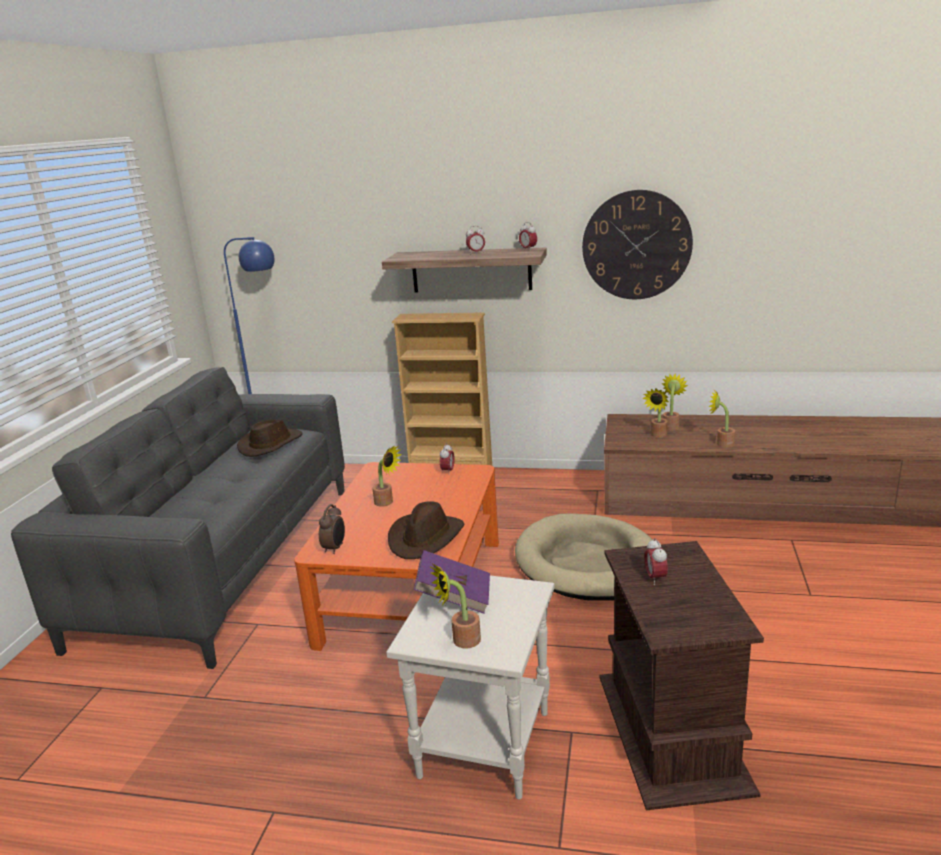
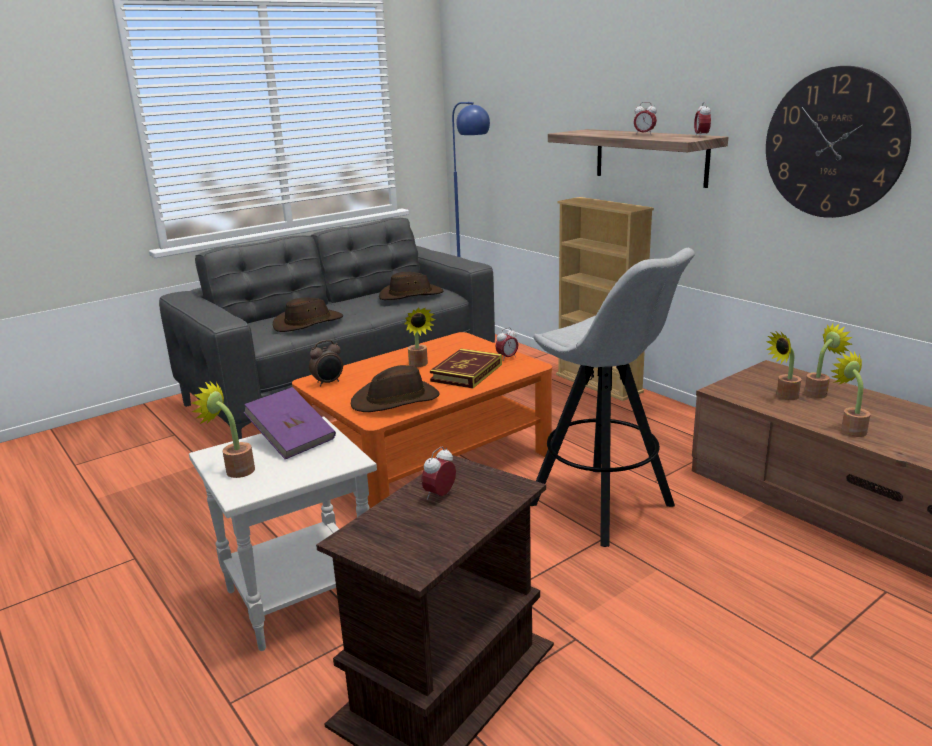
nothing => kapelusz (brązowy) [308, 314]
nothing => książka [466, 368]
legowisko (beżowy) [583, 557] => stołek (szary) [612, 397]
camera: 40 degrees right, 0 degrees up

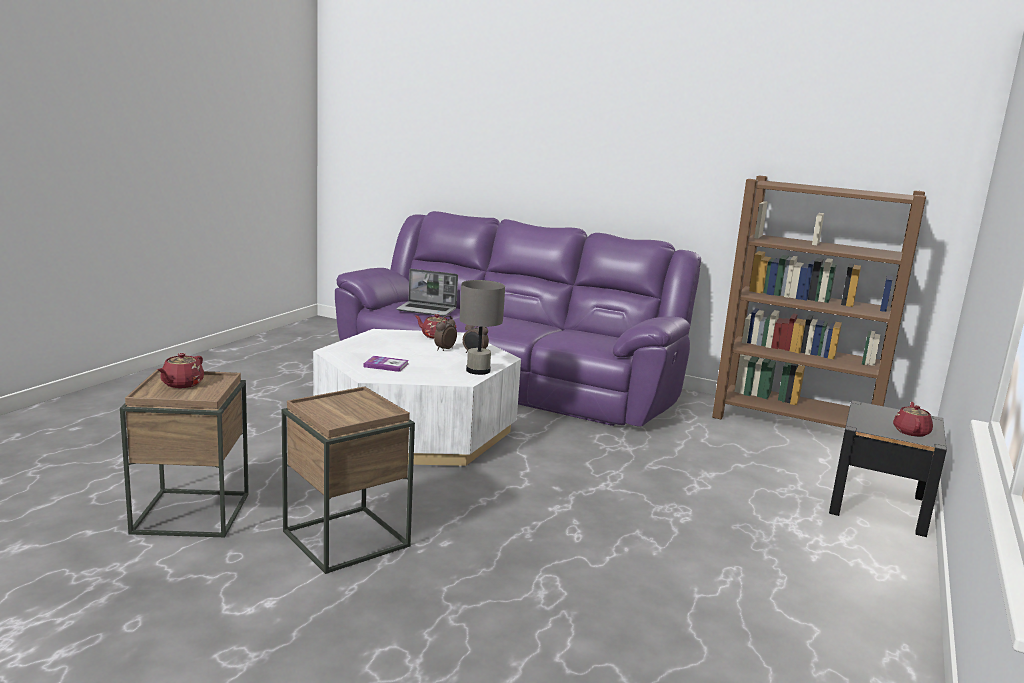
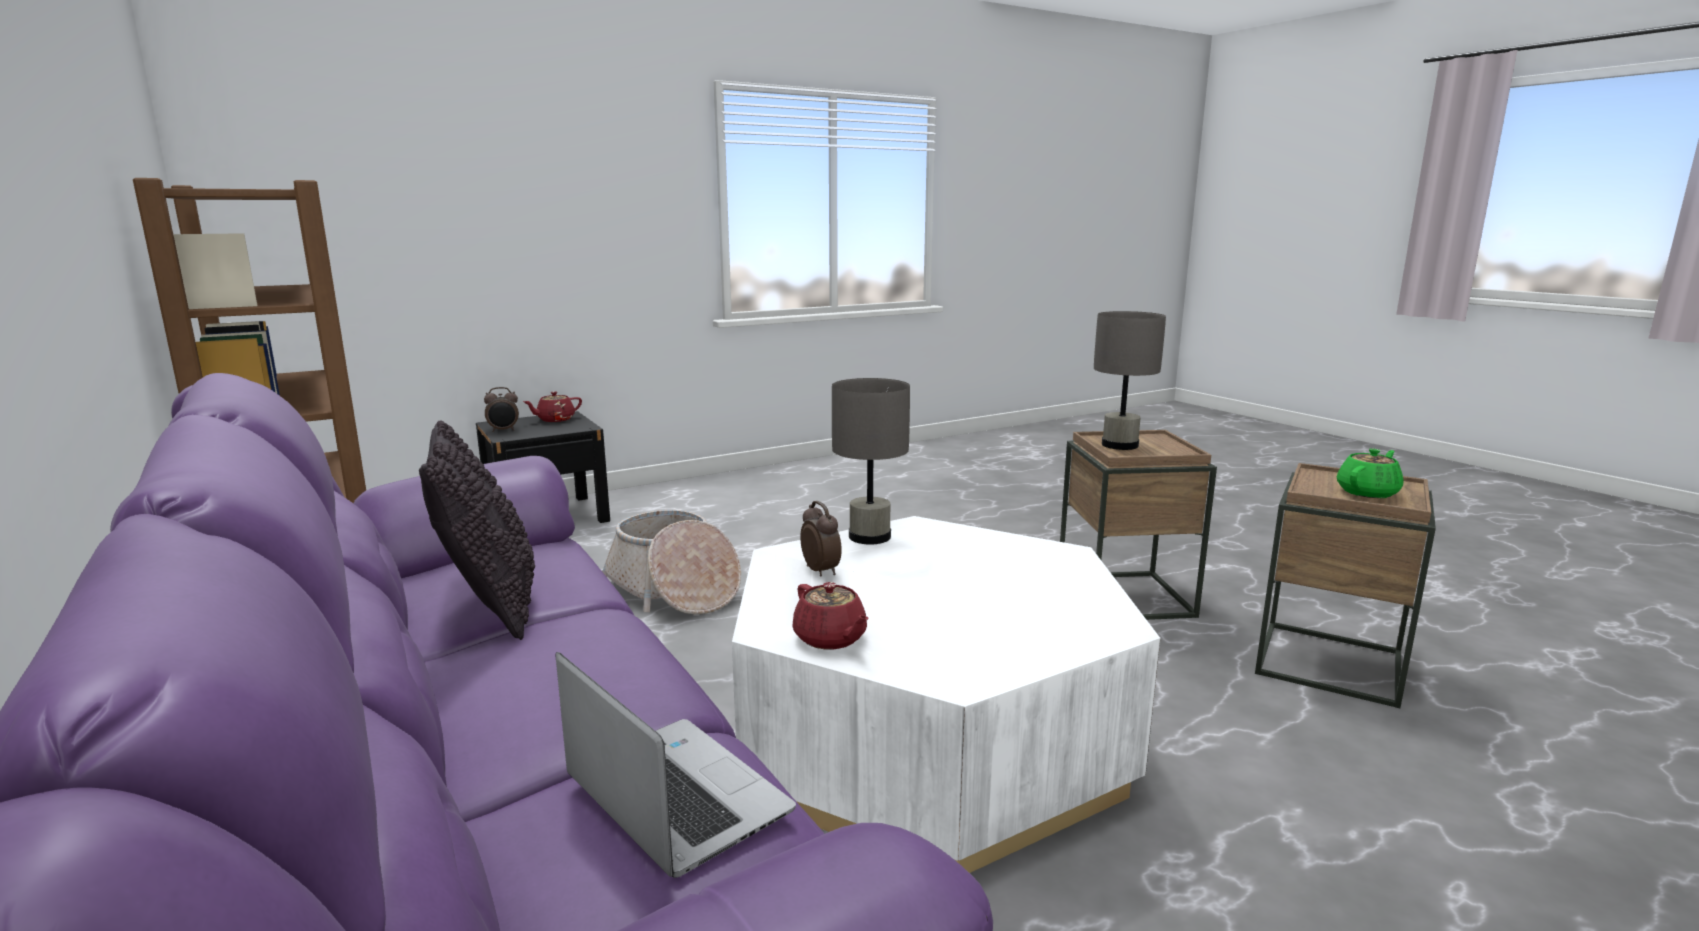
książka [386, 364] => nothing
nothing => poduszka (czarny) [477, 530]
nothing => koszyk [671, 562]
nothing => lampa stołowa (szary) [1130, 380]
budzik [445, 333] => budzik [501, 409], shifted
imbryk (czerwony) [180, 370] => imbryk (zielony) [1370, 473]
camera: 145 degrees left, 0 degrees up

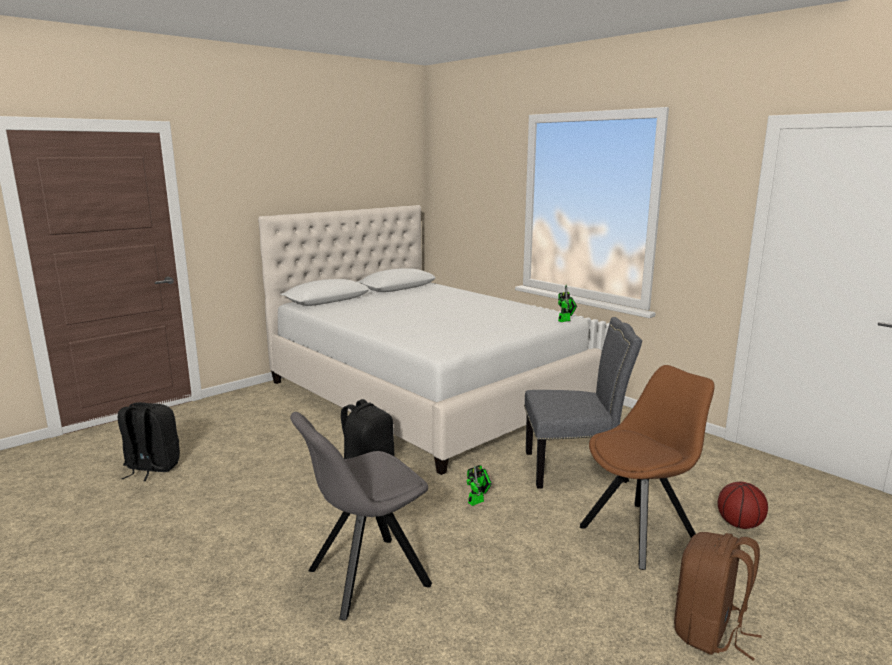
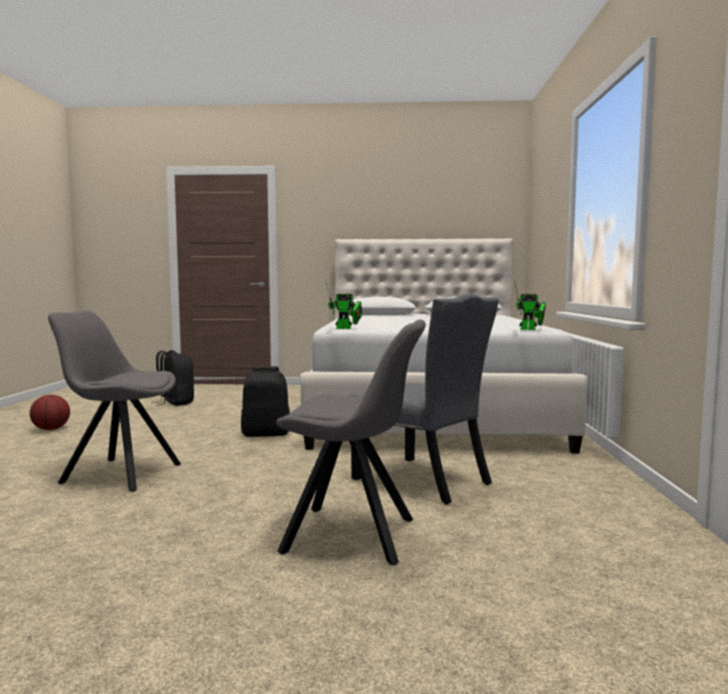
plecak (brązowy) [718, 596] => nothing
robot zabawkowy [479, 485] => robot zabawkowy [343, 304], shifted
piłka do koszykówki [743, 505] => piłka do koszykówki [50, 412], shifted
krzesło (brązowy) [647, 467] => krzesło (szary) [351, 442]
camera: 45 degrees right, 10 degrees down

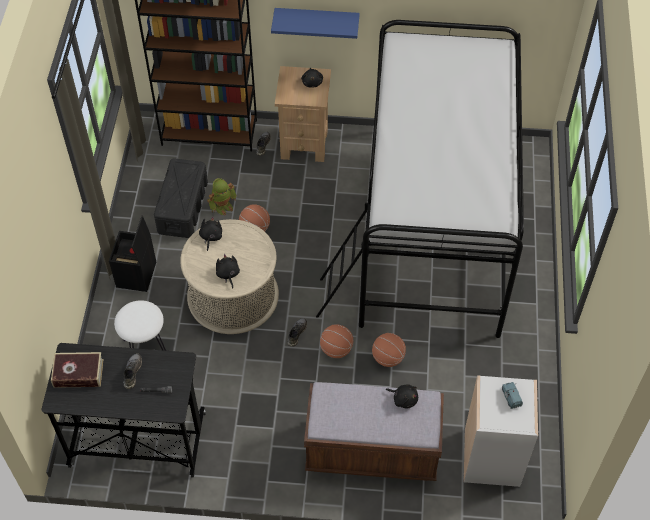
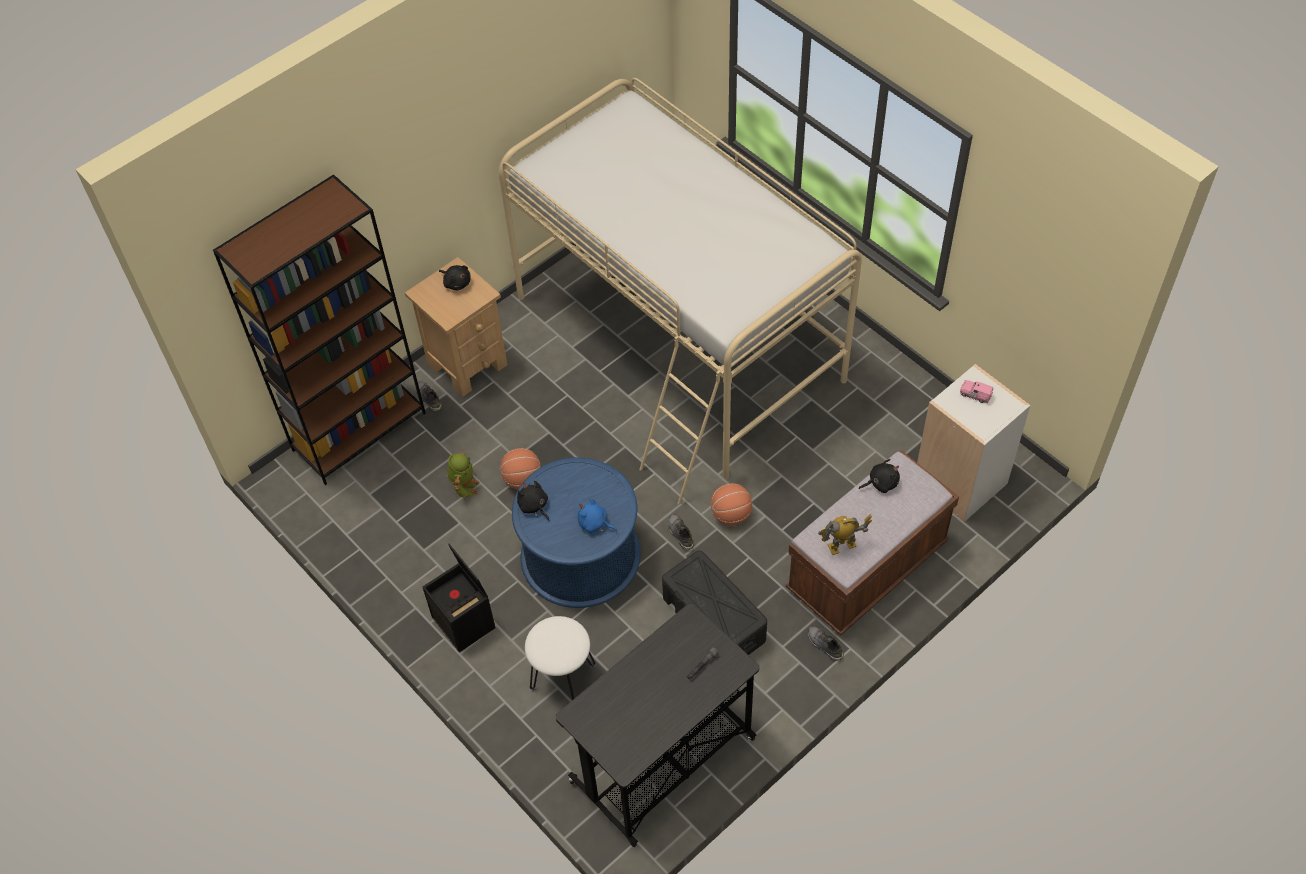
książka [77, 370] => nothing
półka (niebieski) [315, 23] => nothing
piłka do koszykówki [389, 350] => nothing
nothing => robot zabawkowy [845, 535]
but (szary) [132, 371] => but (szary) [826, 643], shifted
pojemnik do przechowywania (czarny) [181, 198] => pojemnik do przechowywania (czarny) [714, 602], shifted
ława (beżowy) [229, 276] => ława (niebieski) [576, 532]
pluszak (czarny) [228, 271] => pluszak (niebieski) [597, 515]
łóżko (czarny) [420, 179] => łóżko (beżowy) [680, 291]
samochodzik (niebieski) [512, 395] => samochodzik (różowy) [976, 392]
camera: 45 degrees left, 0 degrees up

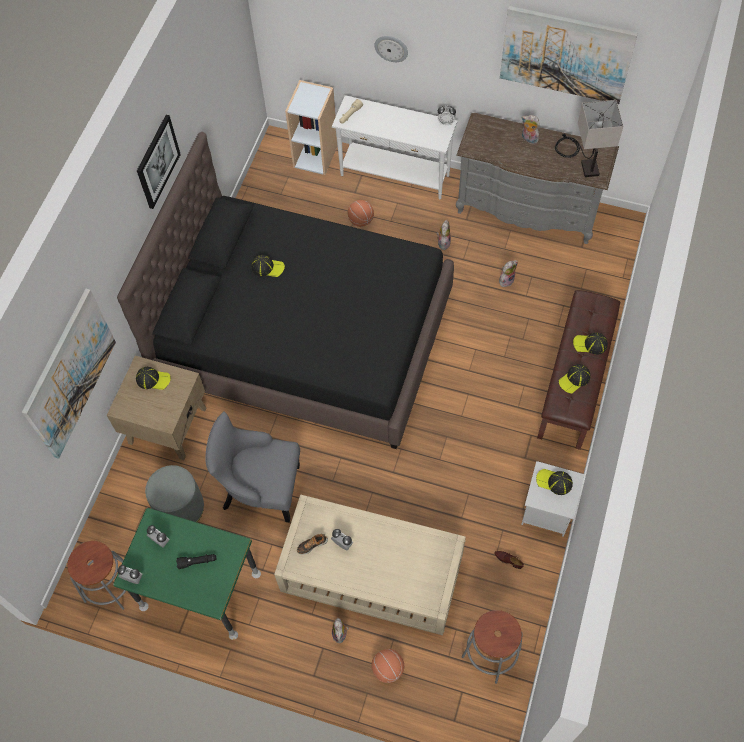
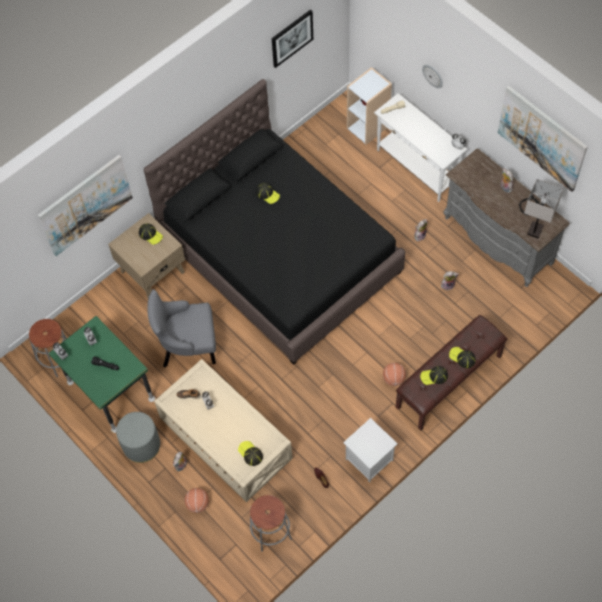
obraz [159, 162] => obraz [292, 38], shifted
pufa (szary) [174, 493] => pufa (szary) [138, 437], shifted
piłka do koszykówki [360, 213] => piłka do koszykówki [394, 374], shifted
czapka z daszkiem [554, 482] => czapka z daszkiem [250, 453], shifted
krzesło (szary) [252, 466] => krzesło (szary) [181, 328], 45 degrees counterclockwise
camera: 30 degrees right, 0 degrees up

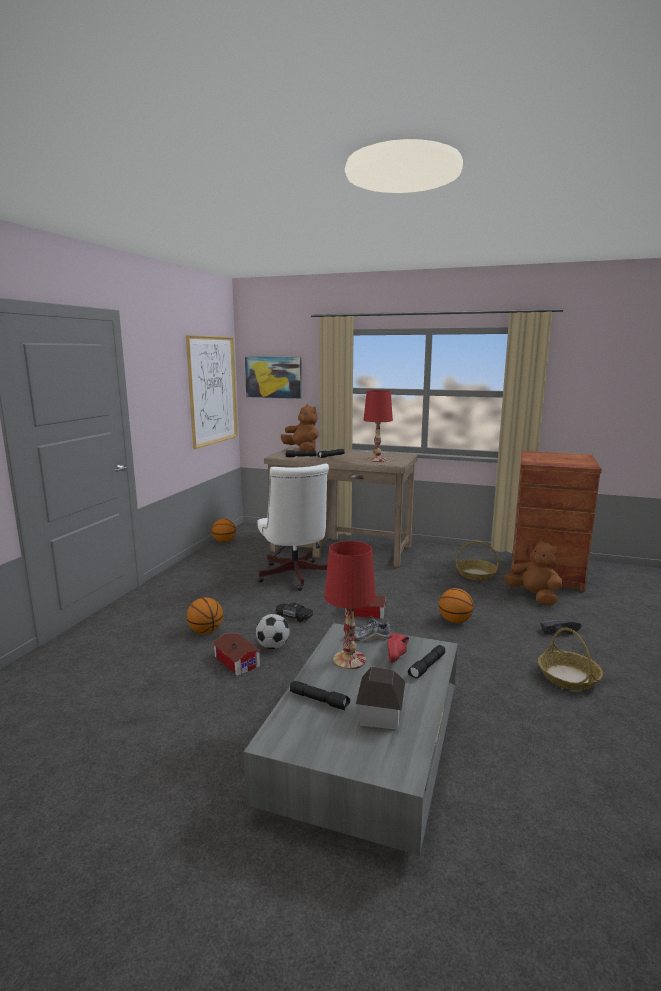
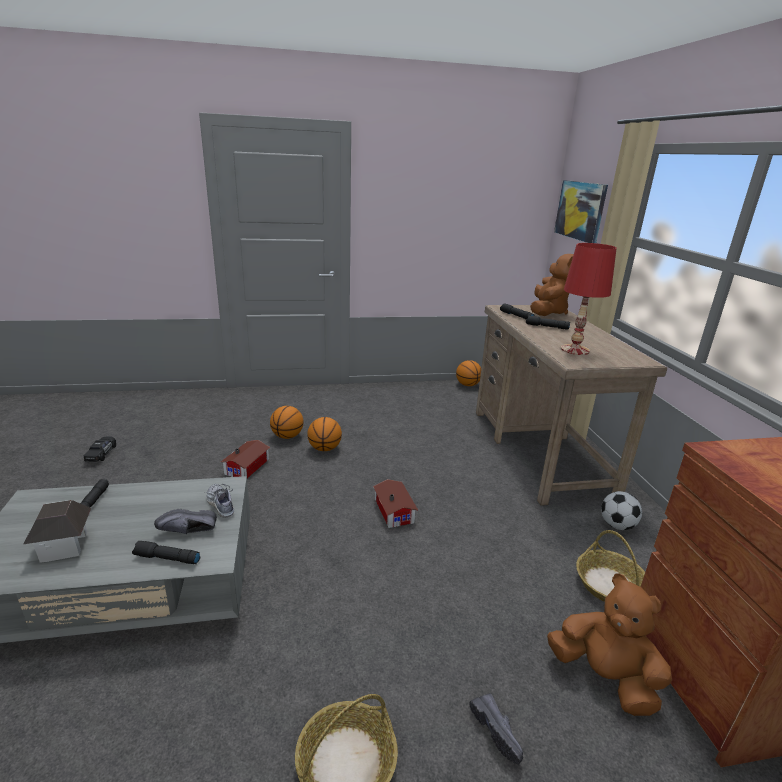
obraz [212, 392] => nothing
krzesło biurowe (biały) [293, 527] => nothing
lampa stołowa (czerwony) [350, 605] => nothing
piłka futbolowa [273, 631] => piłka futbolowa [621, 510], shifted
samochodzik (czarny) [294, 612] => samochodzik (czarny) [100, 449], shifted
piłka do koszykówki [456, 605] => piłka do koszykówki [324, 434], shifted
but (czerwony) [398, 648] => but (czarny) [185, 521]
pluszak (brązowy) [533, 572] => pluszak (brązowy) [609, 644], 75 degrees counterclockwise
camera: 60 degrees right, 10 degrees up

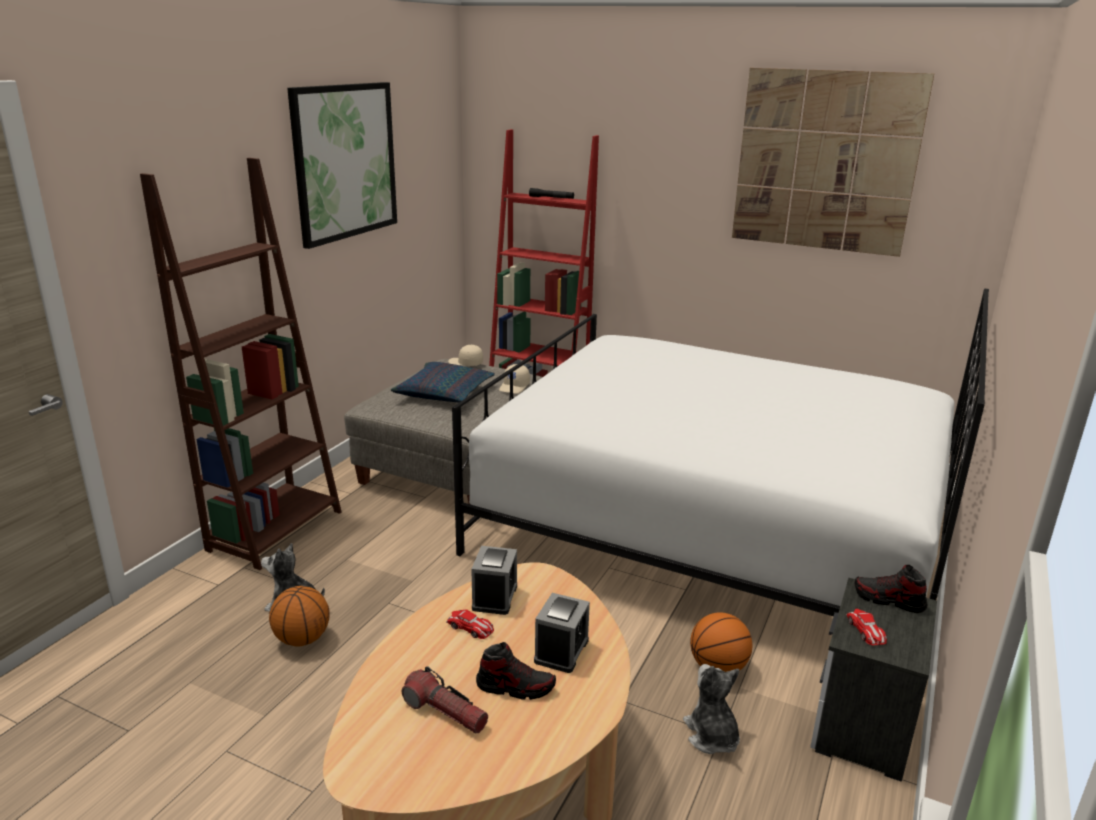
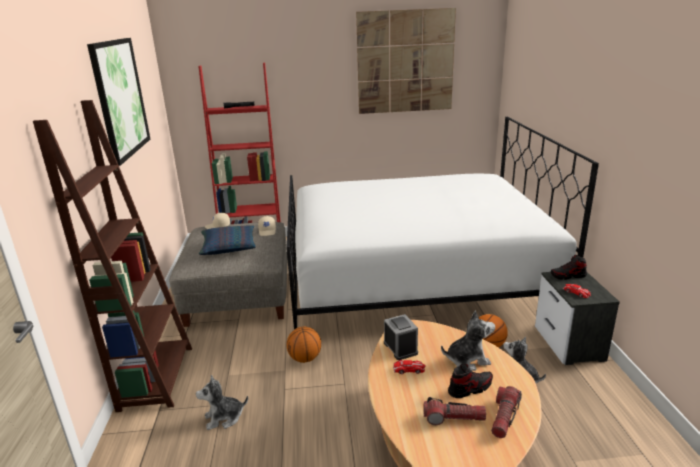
nothing => latarka [506, 412]
piłka do koszykówki [299, 616] => piłka do koszykówki [303, 345], shifted
budzik [562, 633] => pluszak [468, 341]
camera: 30 degrees left, 0 degrees up

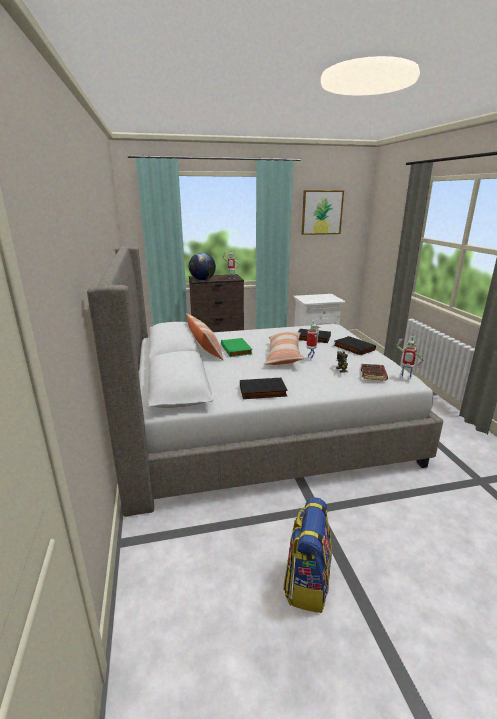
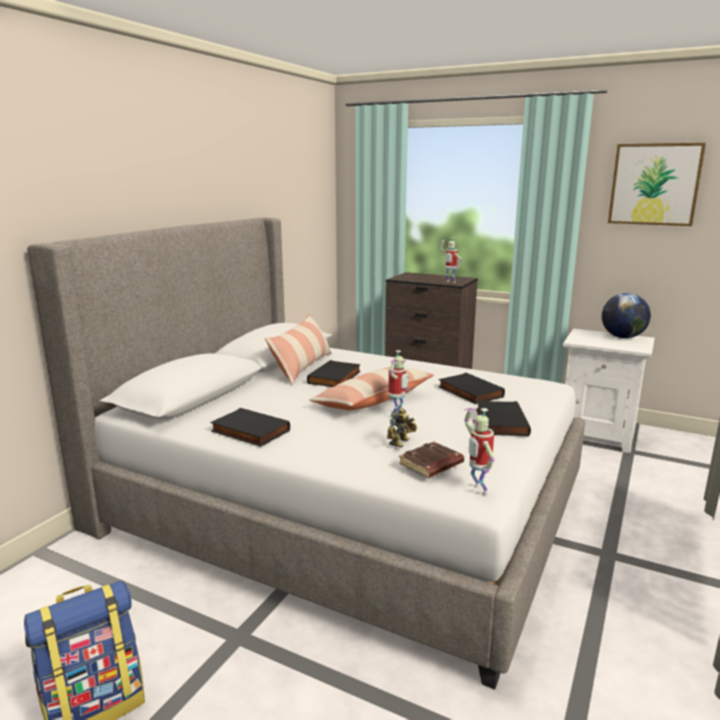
globus [202, 266] => globus [626, 315], shifted
książka (zielony) [236, 347] => książka (czarny) [334, 373]
camera: 40 degrees right, 5 degrees down

